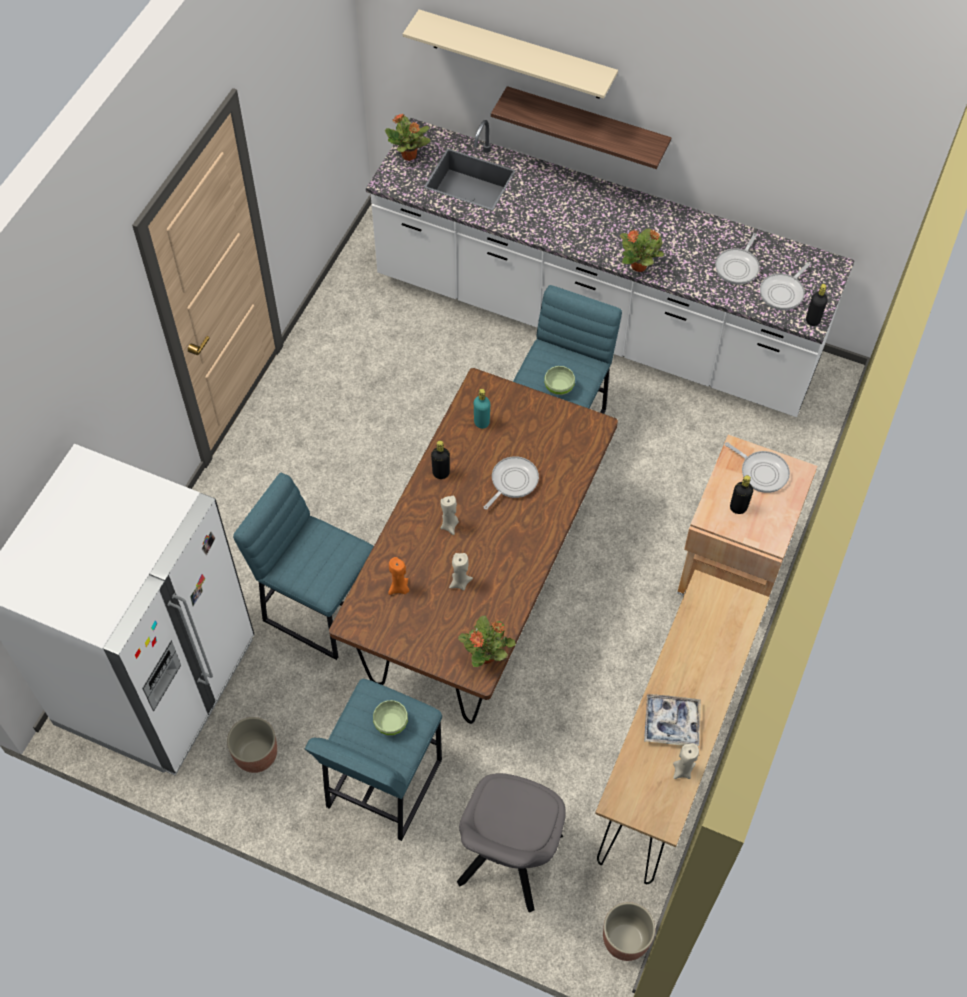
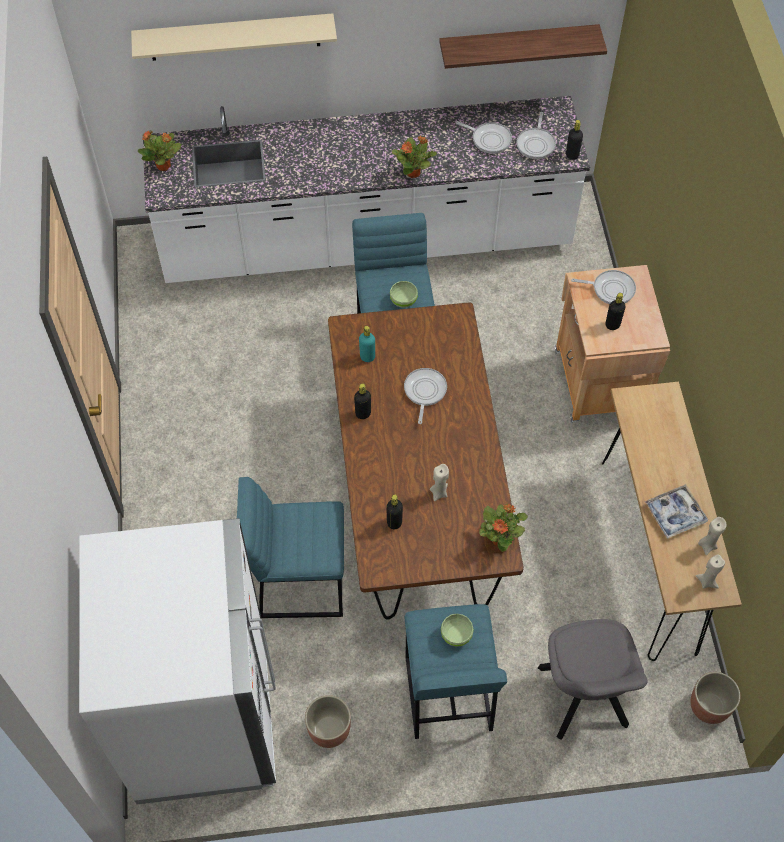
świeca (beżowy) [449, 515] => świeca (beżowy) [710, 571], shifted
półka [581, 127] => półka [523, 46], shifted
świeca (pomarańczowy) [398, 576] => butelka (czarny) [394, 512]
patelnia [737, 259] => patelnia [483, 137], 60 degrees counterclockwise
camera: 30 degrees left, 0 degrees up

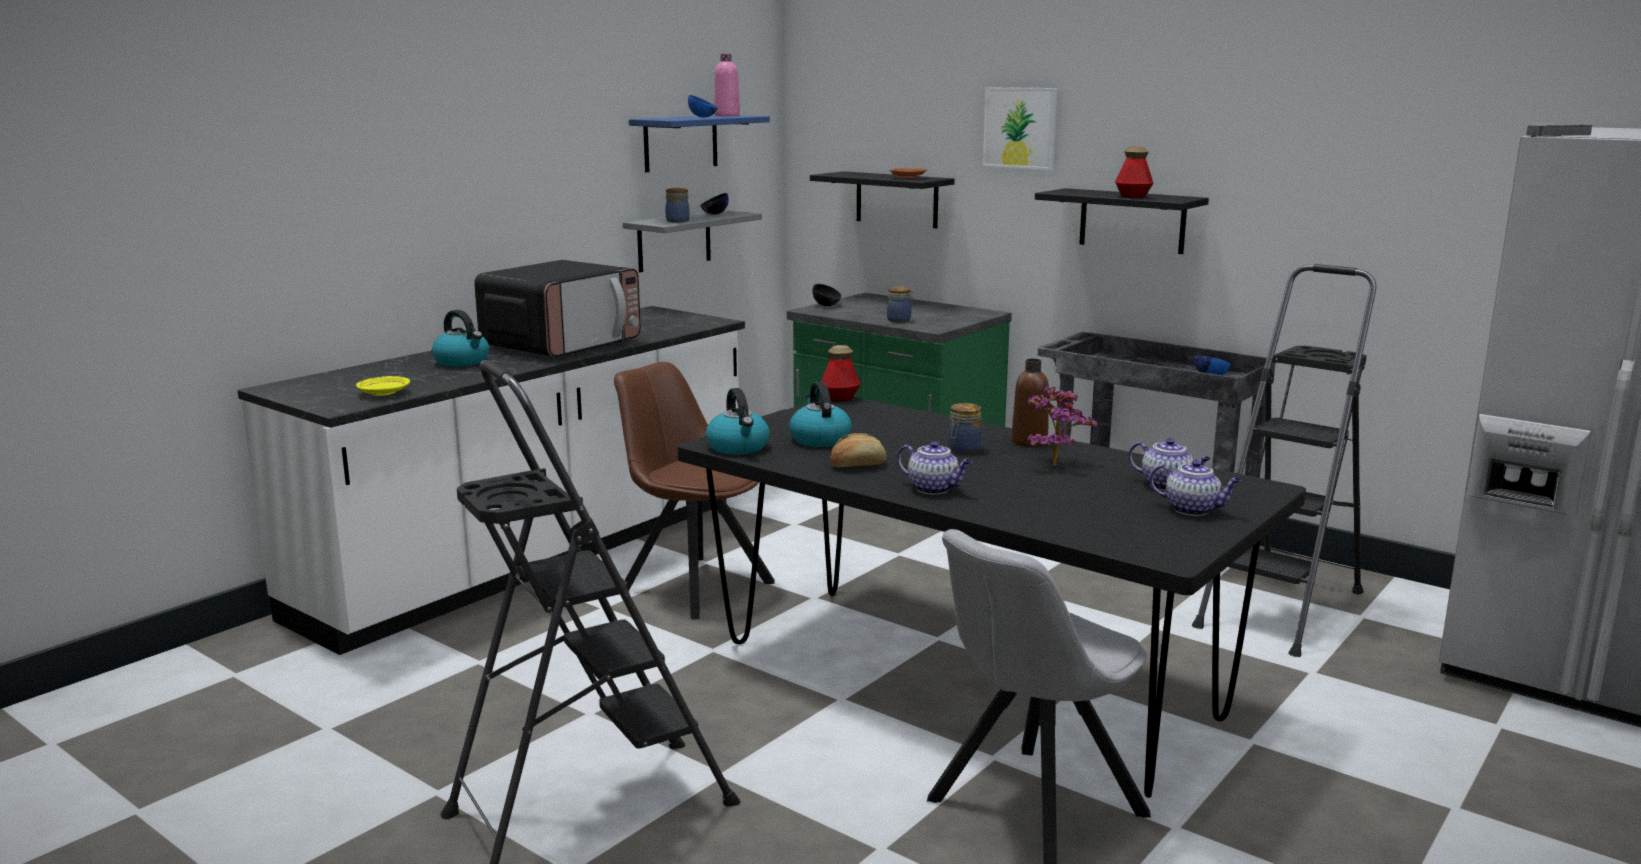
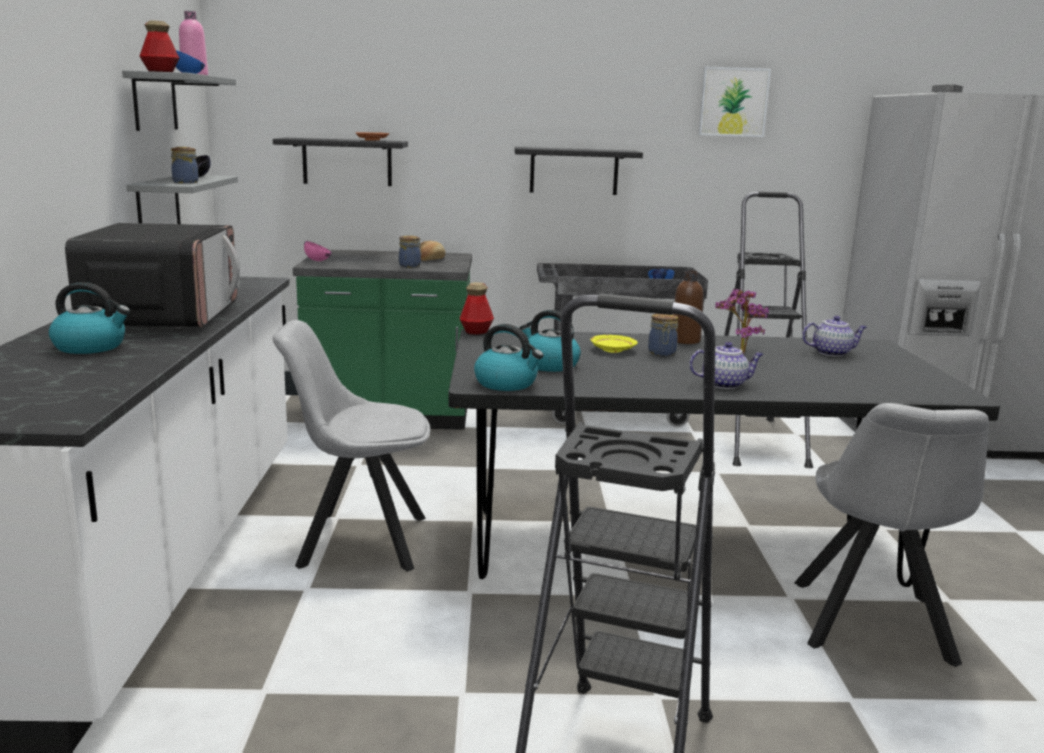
imbryk [1195, 488] => nothing
talerz (żółty) [383, 386] => talerz (żółty) [614, 344], shifted
chleb [858, 450] => chleb [432, 251], shifted
obraz [1020, 128] => obraz [735, 102], shifted
butelka [1134, 172] => butelka [159, 46], shifted
krzesło (brązowy) [694, 491] => krzesło (szary) [351, 446]
półka (niebieski) [699, 143] => półka (szary) [179, 101]
miska (czarny) [827, 295] => miska (różowy) [318, 251]
camera: 40 degrees left, 0 degrees up

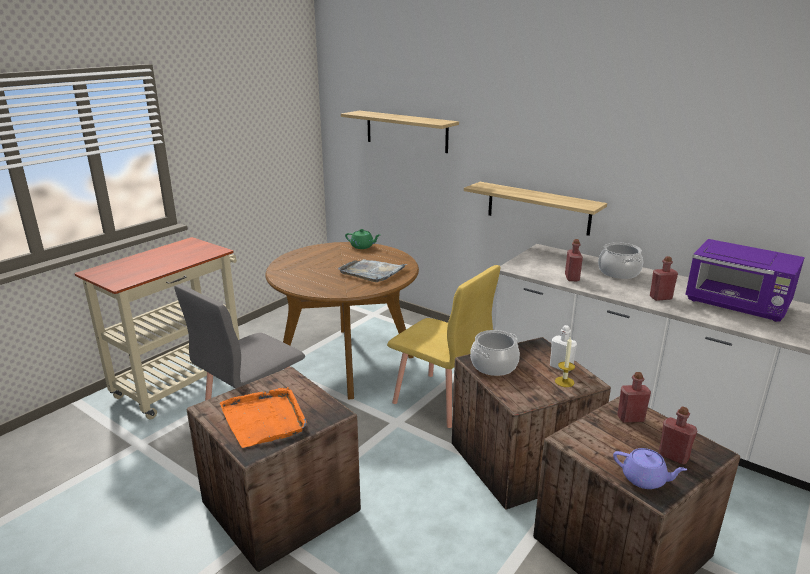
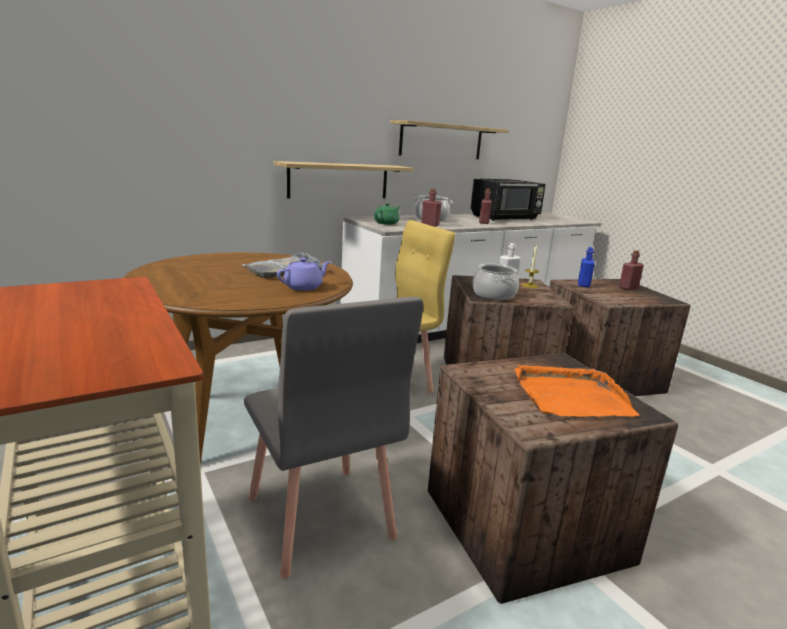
półka [400, 132] => półka [449, 139], shifted
imbryk (zielony) [362, 239] => imbryk (zielony) [387, 214], shifted
imbryk (fioletowy) [650, 468] => imbryk (fioletowy) [304, 274], shifted
butelka (czerwony) [634, 397] => butelka (niebieski) [586, 267]
mikrofalówka (fioletowy) [745, 280] => mikrofalówka (czarny) [508, 200]
camera: 70 degrees left, 5 degrees down

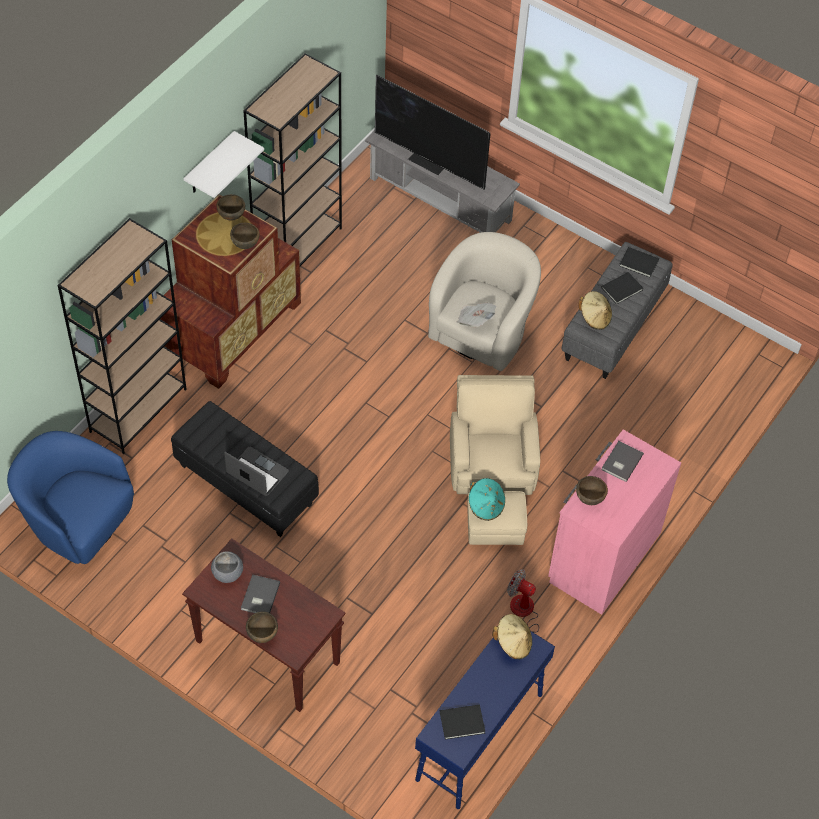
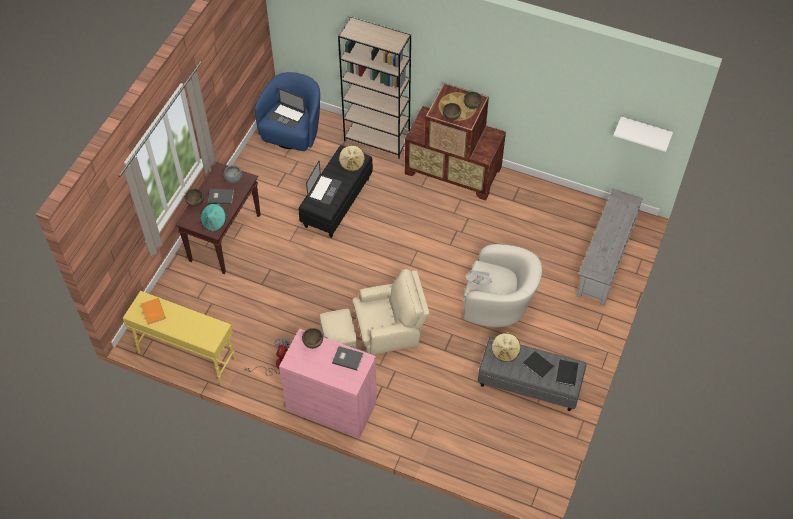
regał (beżowy) [293, 159] => nothing
telewizor [432, 132] => nothing
nothing => laptop [287, 108]
półka (biały) [224, 164] => półka (biały) [643, 134], shifted
kapelusz (turkusowy) [487, 499] => kapelusz (turkusowy) [213, 217], shifted
kapelusz (beżowy) [512, 636] => kapelusz (beżowy) [352, 157], shifted
stolik konsolowy (niebieski) [485, 720] => stolik konsolowy (żółty) [180, 338]
książka (czarny) [462, 722] => książka (pomarańczowy) [153, 311]
camera: 80 degrees right, 0 degrees up

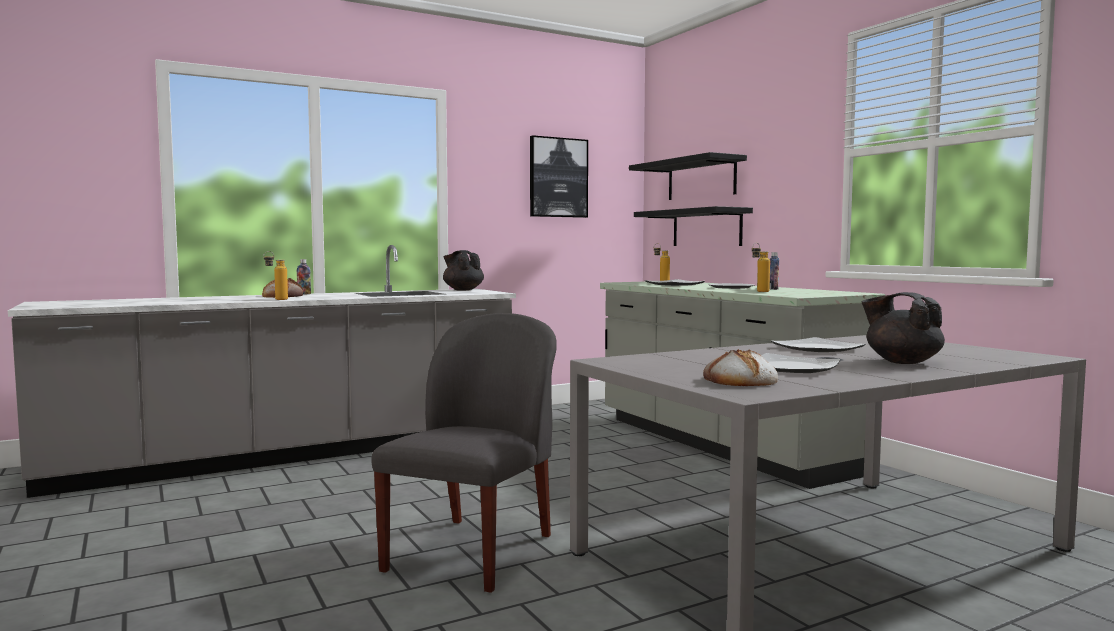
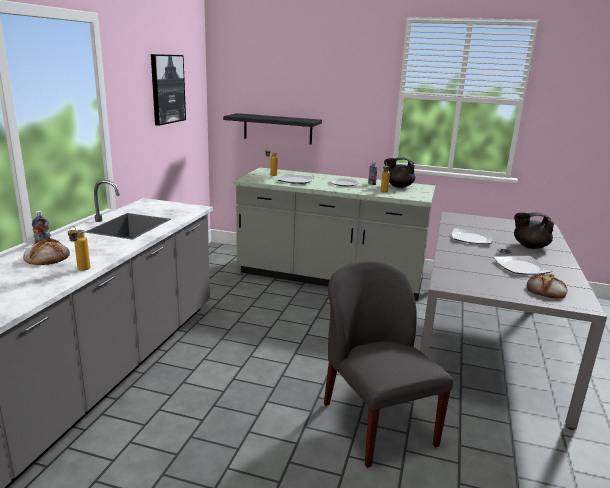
półka (czarny) [688, 176] => nothing
imbryk (czarny) [463, 270] => imbryk (czarny) [399, 172], shifted
camera: 45 degrees left, 15 degrees up

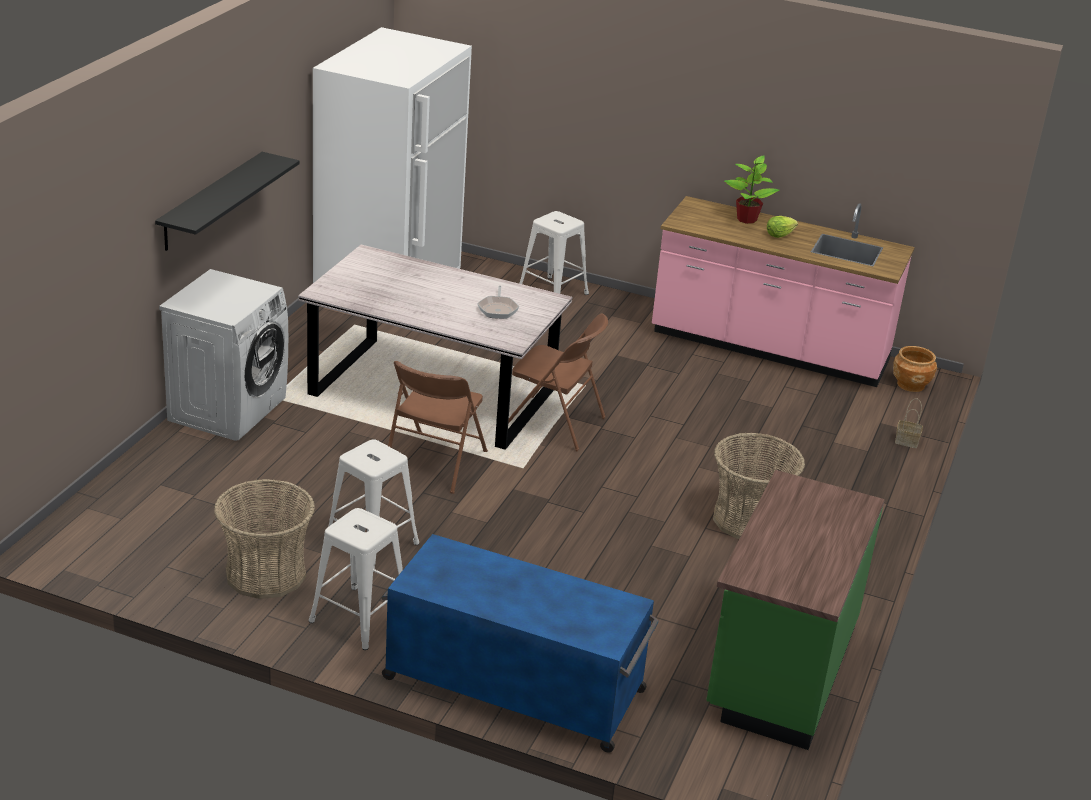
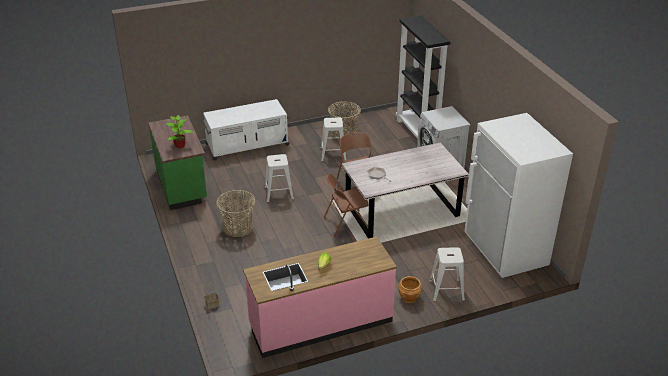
półka (czarny) [227, 201] => nothing
nothing => regał (czarny) [423, 77]
stołek (biały) [355, 579] => stołek (biały) [279, 178], shifted
roślina doniczkowa [751, 189] => roślina doniczkowa [179, 131], shifted
donica (brązowy) [915, 369] => donica (brązowy) [410, 289], shifted
szafka (niebieski) [520, 643] => szafka (biały) [245, 129]
camera: 140 degrees right, 5 degrees up

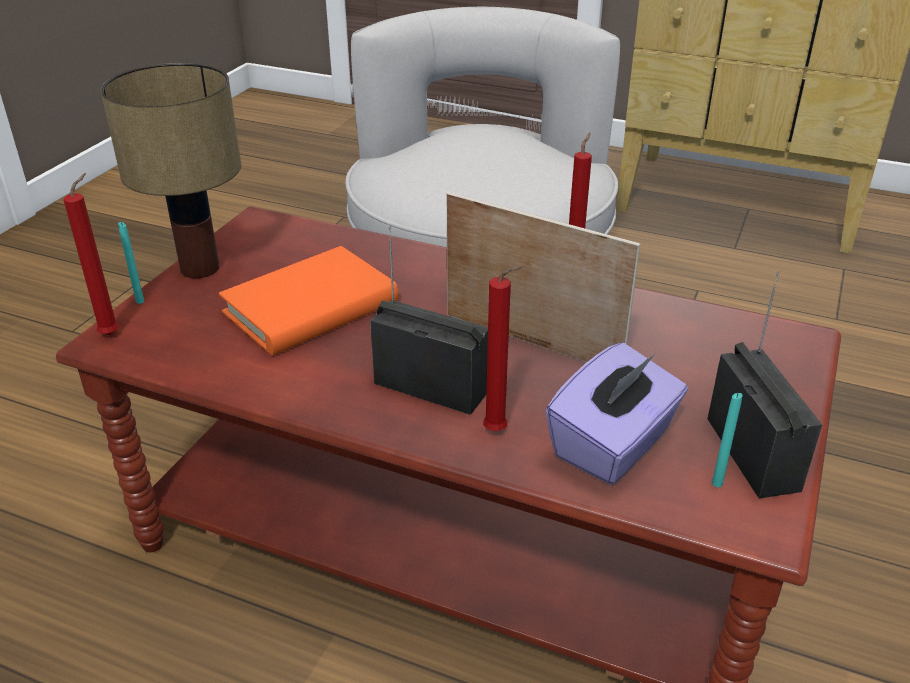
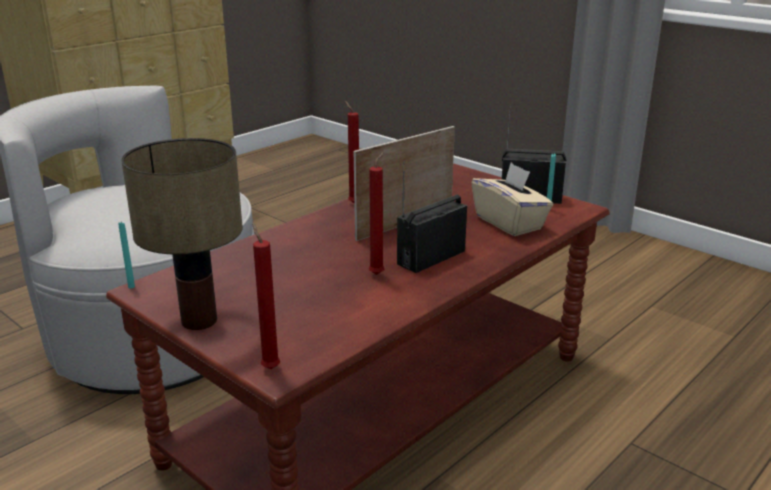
książka (pomarańczowy) [308, 301] => nothing
świeca (turkusowy) [131, 263] => świeca (turkusowy) [126, 255], shifted
świeca (czerwony) [503, 348] => świeca (czerwony) [376, 213], shifted
pudełko chusteczek (fioletowy) [617, 413] => pudełko chusteczek (beżowy) [512, 199]
camera: 70 degrees left, 10 degrees down

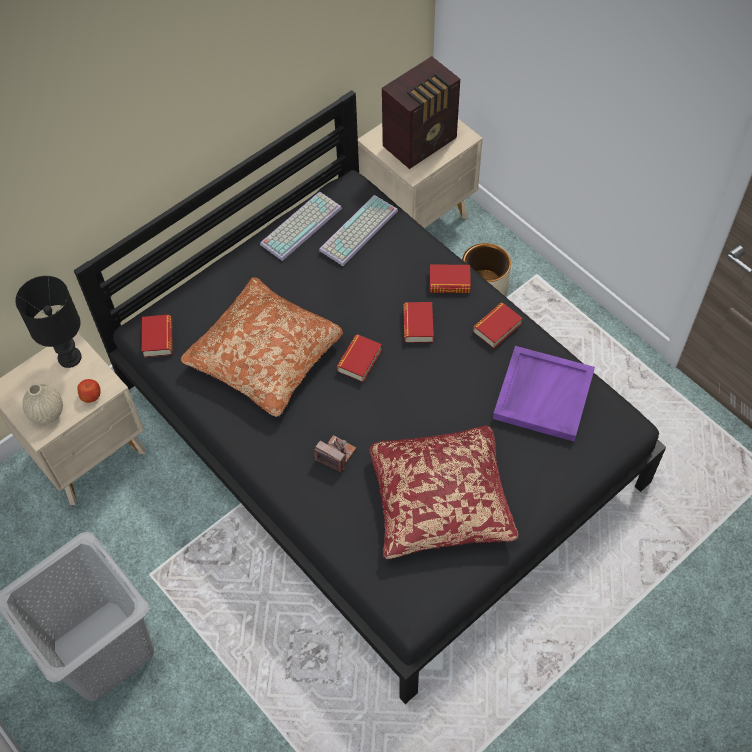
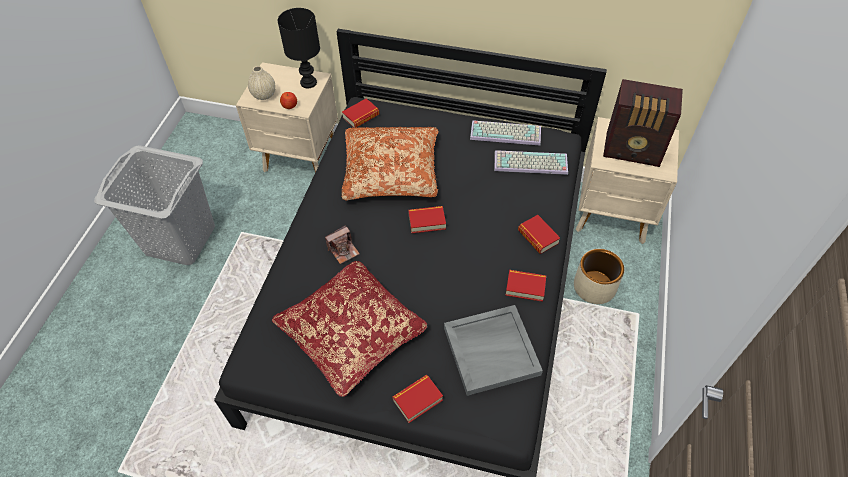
książka [418, 322] => książka [417, 399], shifted
taca (fioletowy) [544, 394] => taca (szary) [493, 350]
aparat fotograficzny [335, 453] => aparat fotograficzny [342, 244], 60 degrees clockwise
camera: 55 degrees right, 5 degrees down

